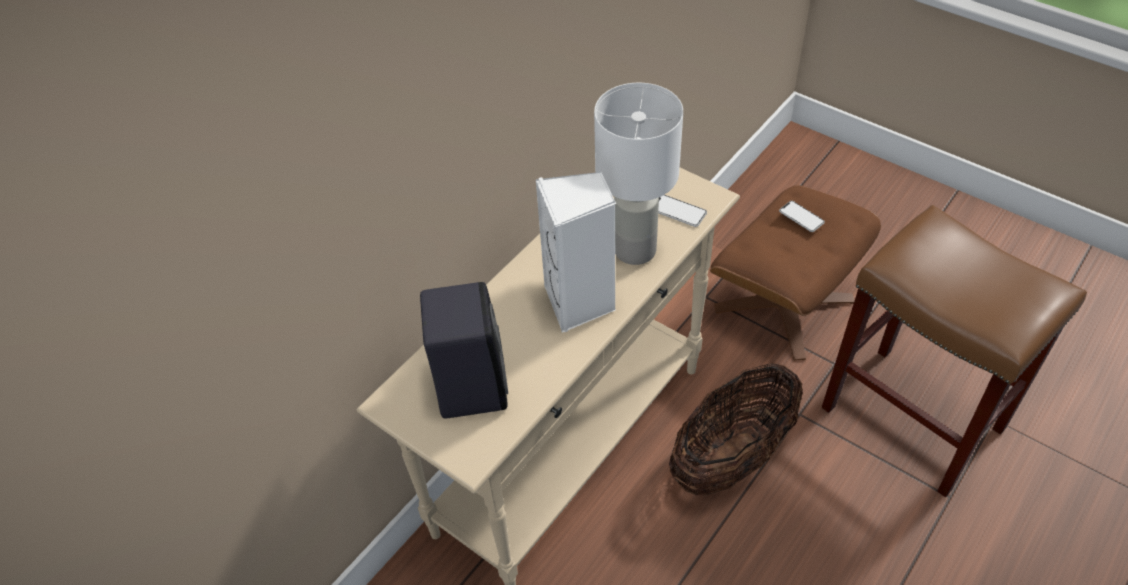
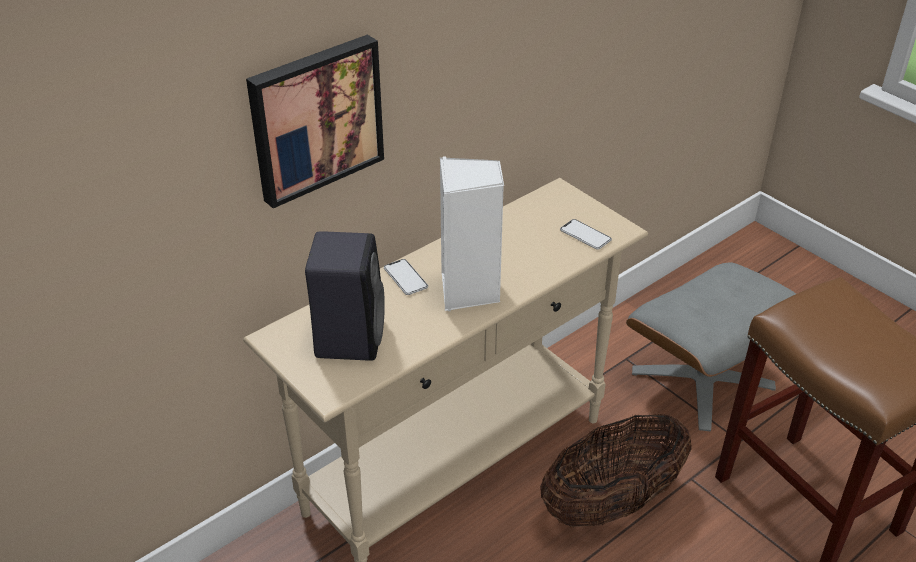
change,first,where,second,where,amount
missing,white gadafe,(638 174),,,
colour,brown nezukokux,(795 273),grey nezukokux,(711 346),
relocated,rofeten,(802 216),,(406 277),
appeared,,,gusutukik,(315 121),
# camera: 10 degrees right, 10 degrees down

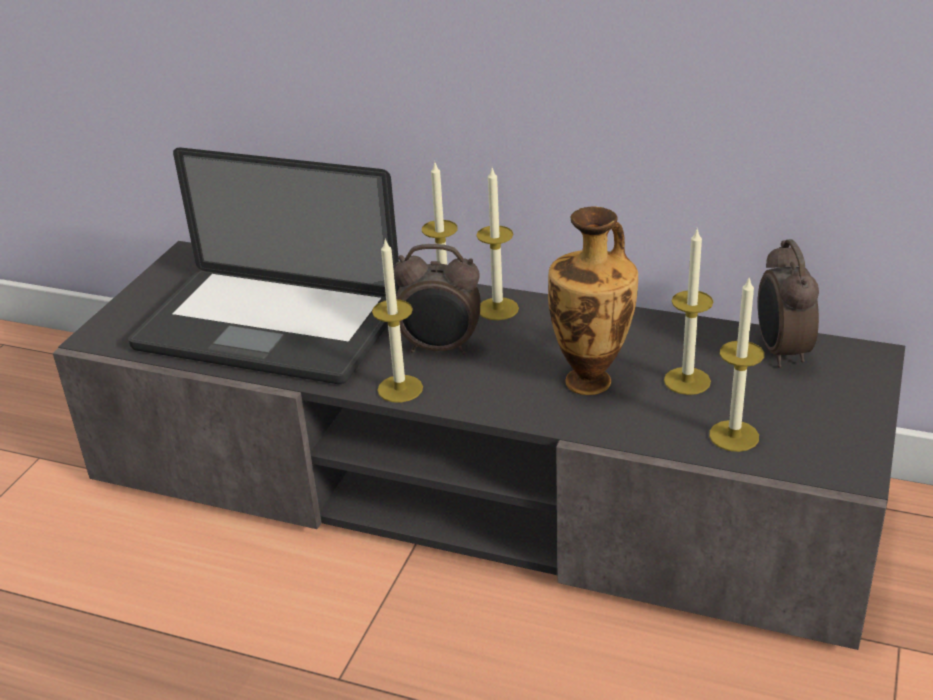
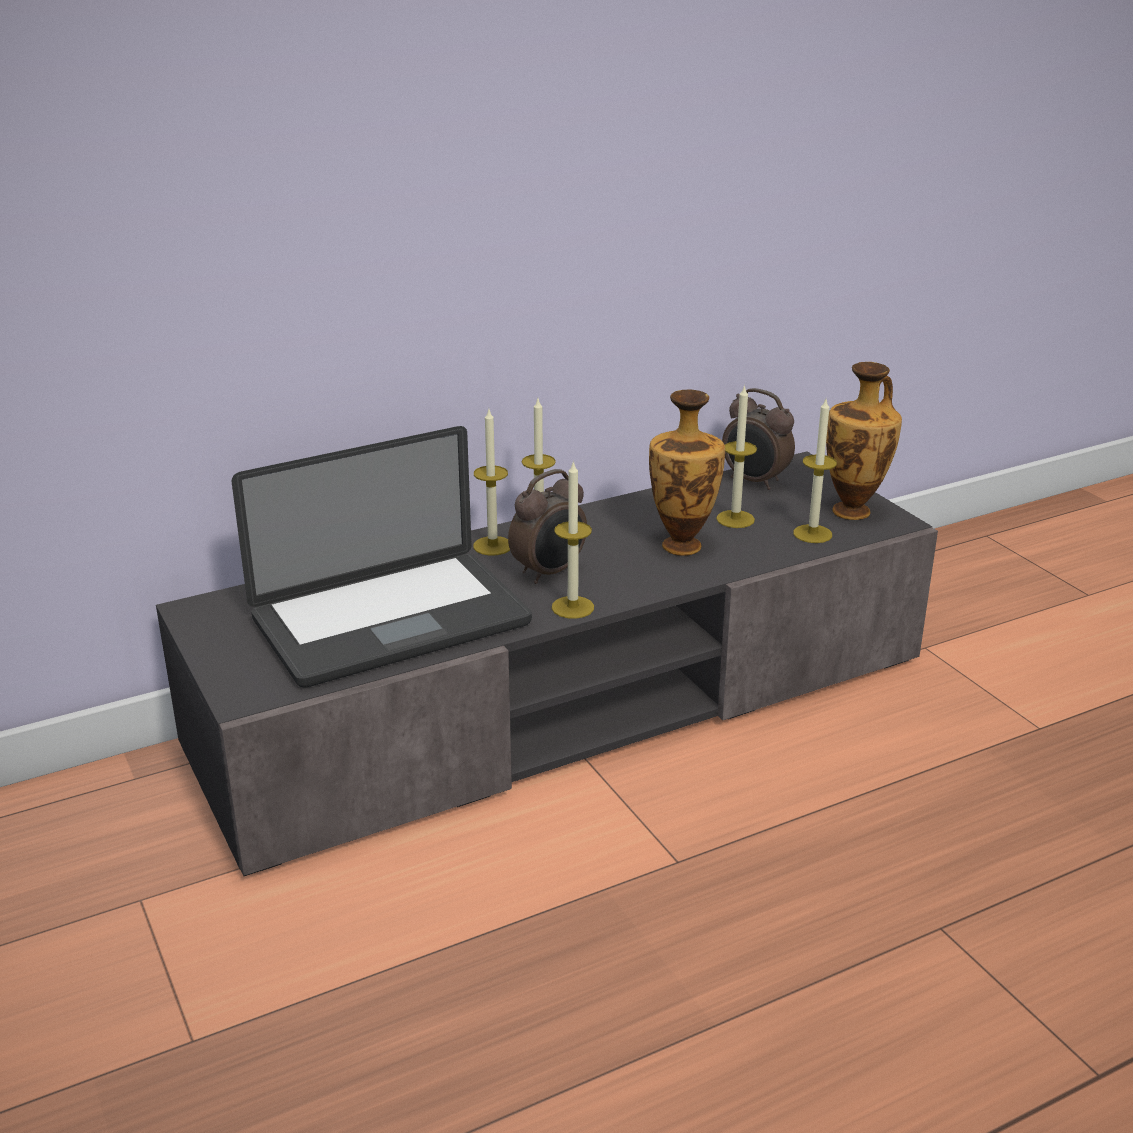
change,first,where,second,where,amount
appeared,,,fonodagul,(864 441),
# camera: 50 degrees left, 5 degrees down

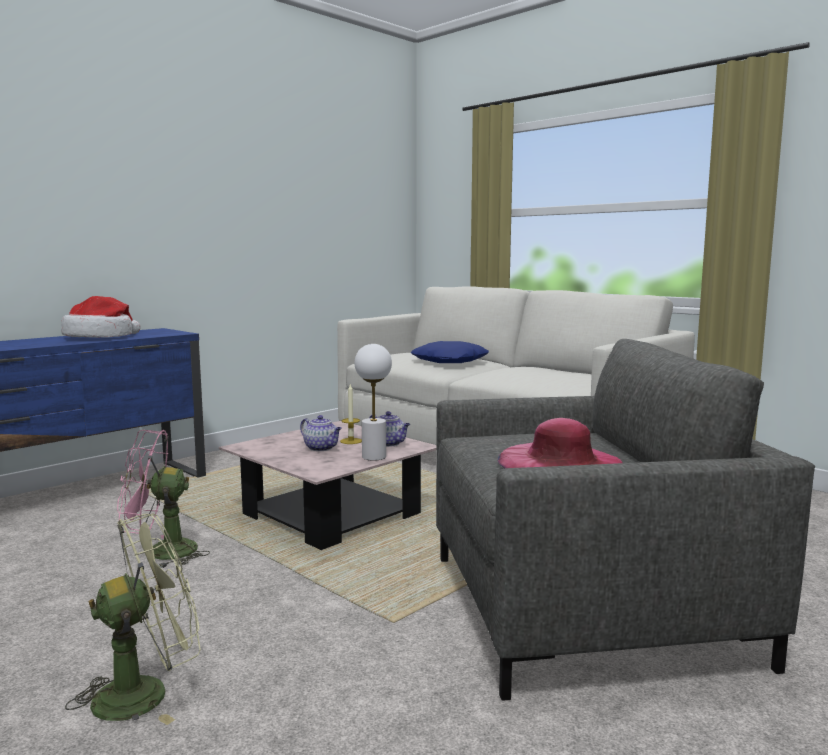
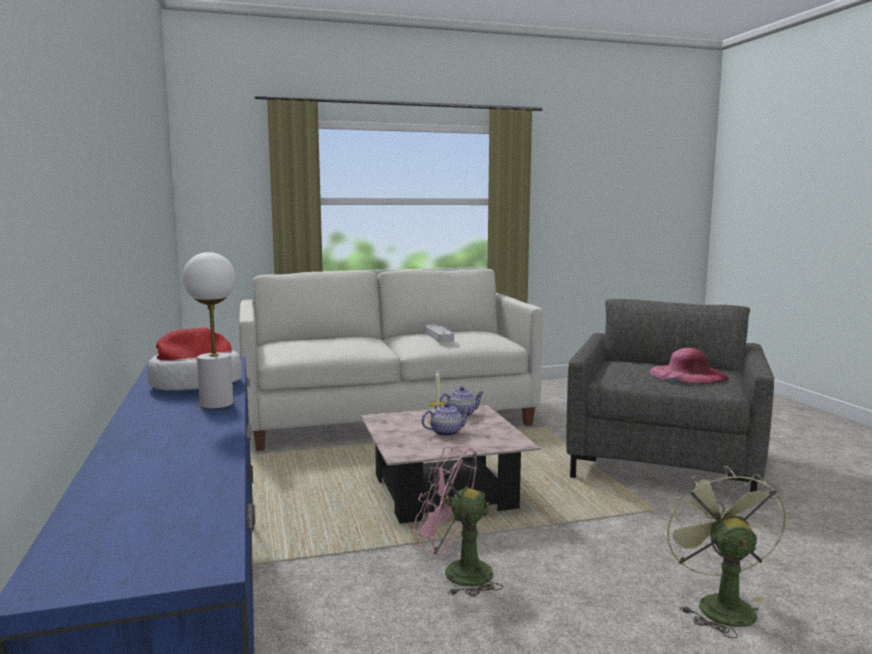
change,first,where,second,where,amount
spun,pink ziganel,(163 499),,(458 521),90 degrees clockwise
relocated,white gadafe,(373 402),,(209 330),
missing,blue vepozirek,(450 352),,,
appeared,,,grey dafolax,(439 333),
# camera: 60 degrees left, 0 degrees up

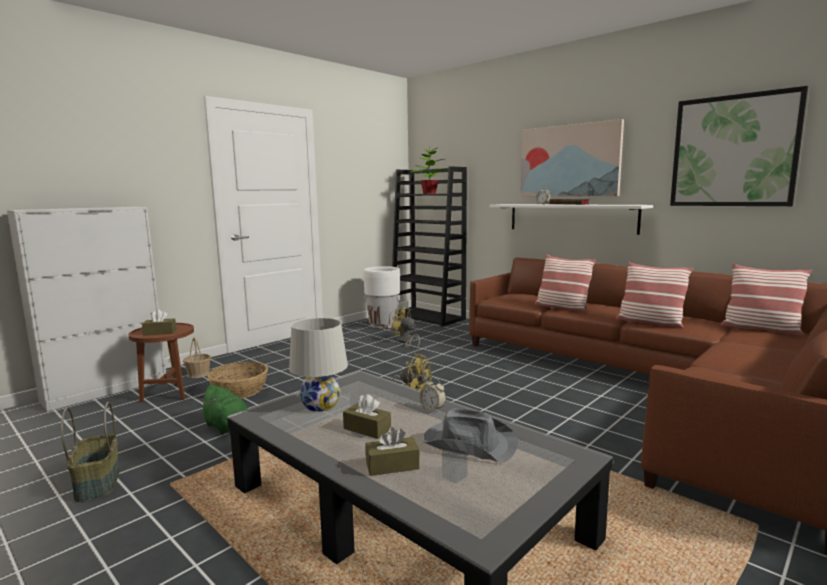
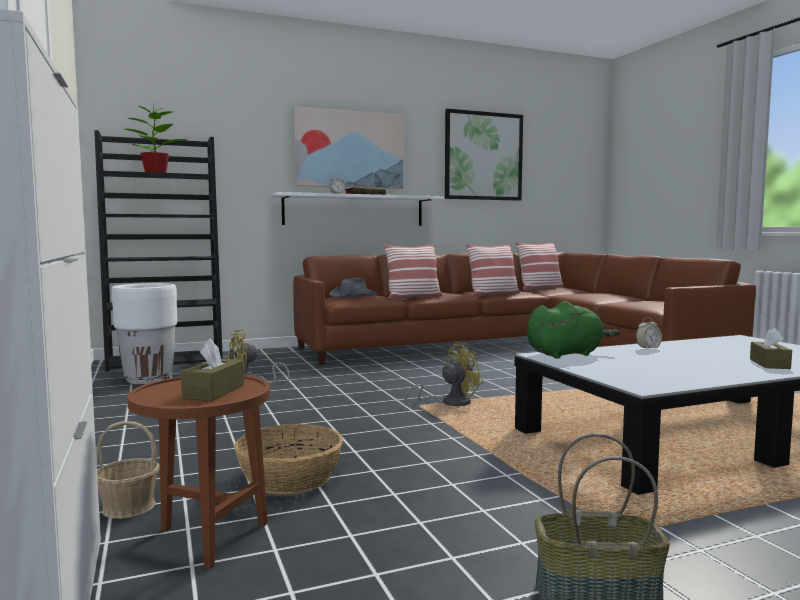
change,first,where,second,where,amount
relocated,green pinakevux,(223 409),,(573 330),
missing,white gadafe,(318 365),,,
missing,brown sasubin,(367 416),,,
relocated,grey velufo,(470 435),,(353 288),
# camera: 65 degrees left, 5 degrees down

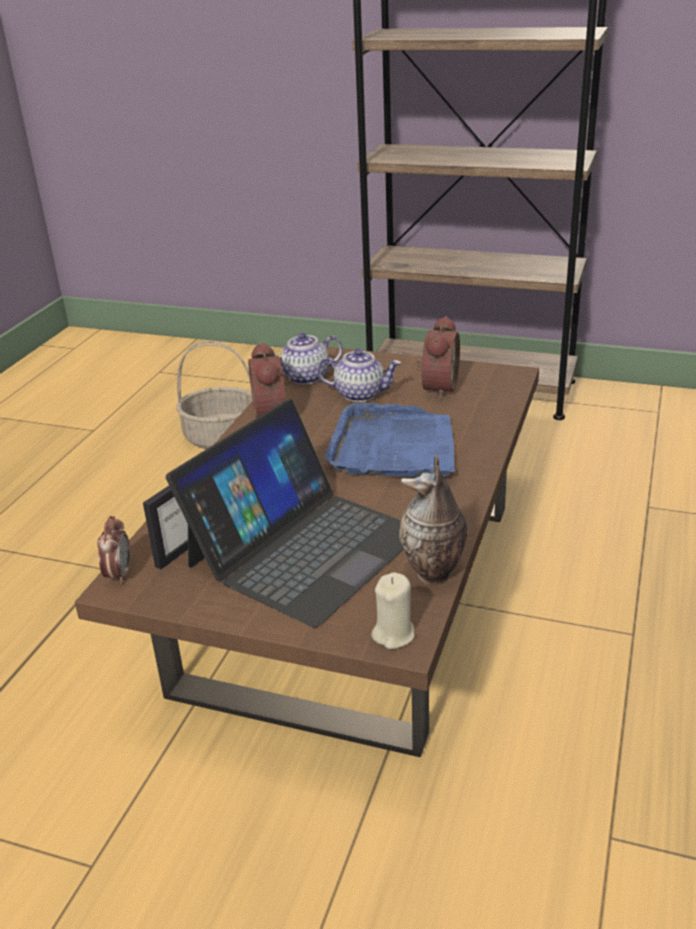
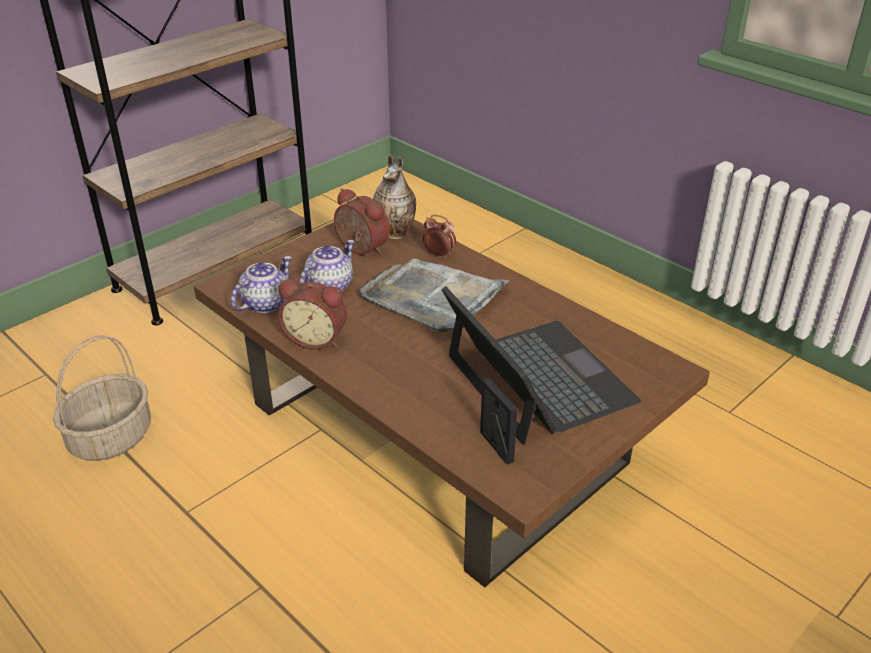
change,first,where,second,where,amount
relocated,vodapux,(113 550),,(439 236),
spun,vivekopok,(308 359),,(261 284),150 degrees counterclockwise
colour,blue dafolax,(389 440),grey dafolax,(434 295),
missing,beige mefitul,(393 610),,,
relocated,fonodagul,(433 520),,(394 196),
# camera: 65 degrees left, 5 degrees up

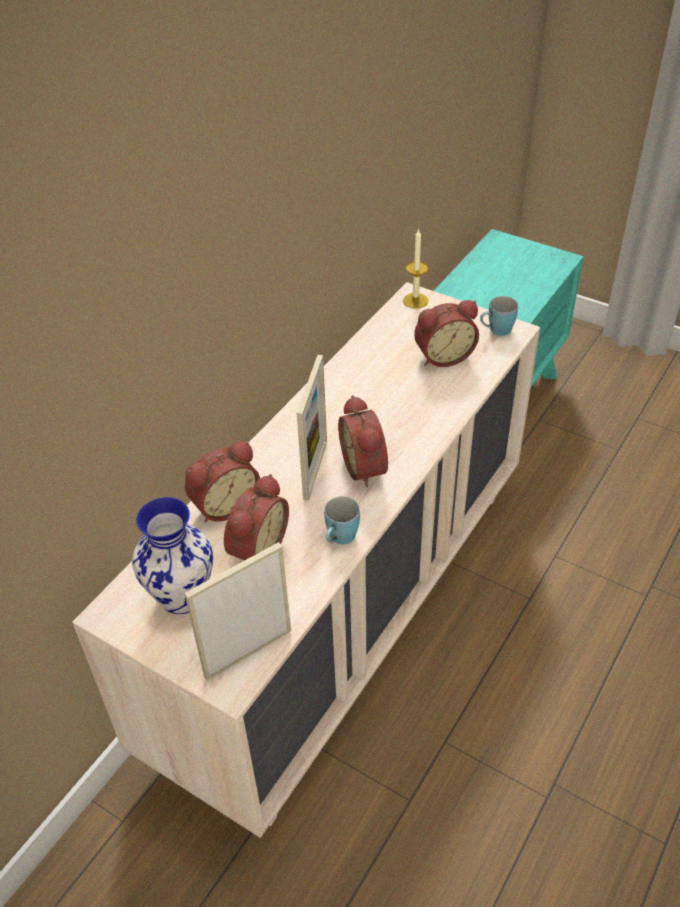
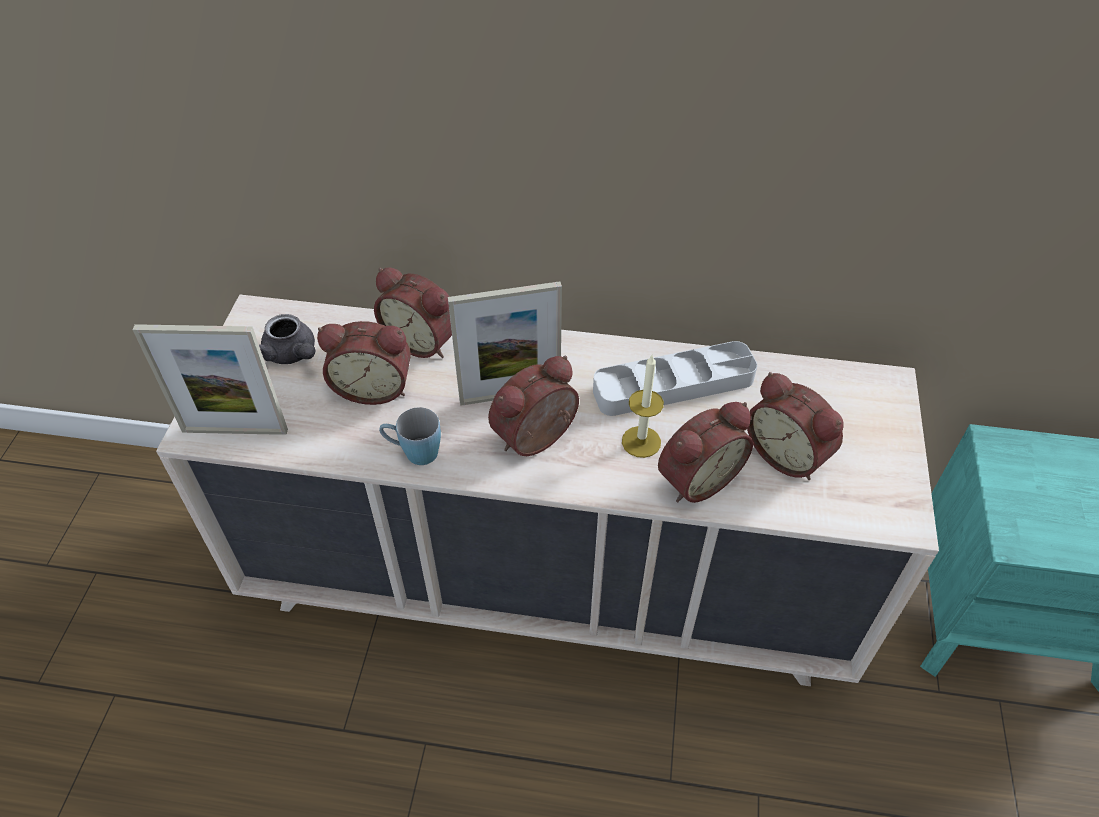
change,first,where,second,where,amount
exchanged,fonodagul,(172 555),grey vivekopok,(287 339),
spun,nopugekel,(238 611),,(210 379),150 degrees clockwise
relocated,mefitul,(415 268),,(643 406),
missing,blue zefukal,(499 316),,,
appeared,,,grey dafolax,(675 378),
appeared,,,vodapux,(705 452),
# camera: 65 degrees right, 5 degrees up

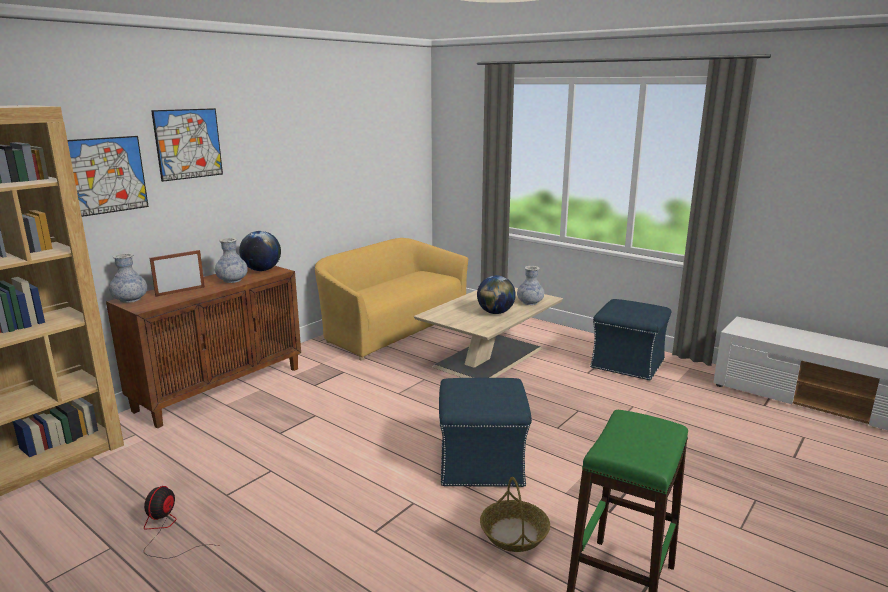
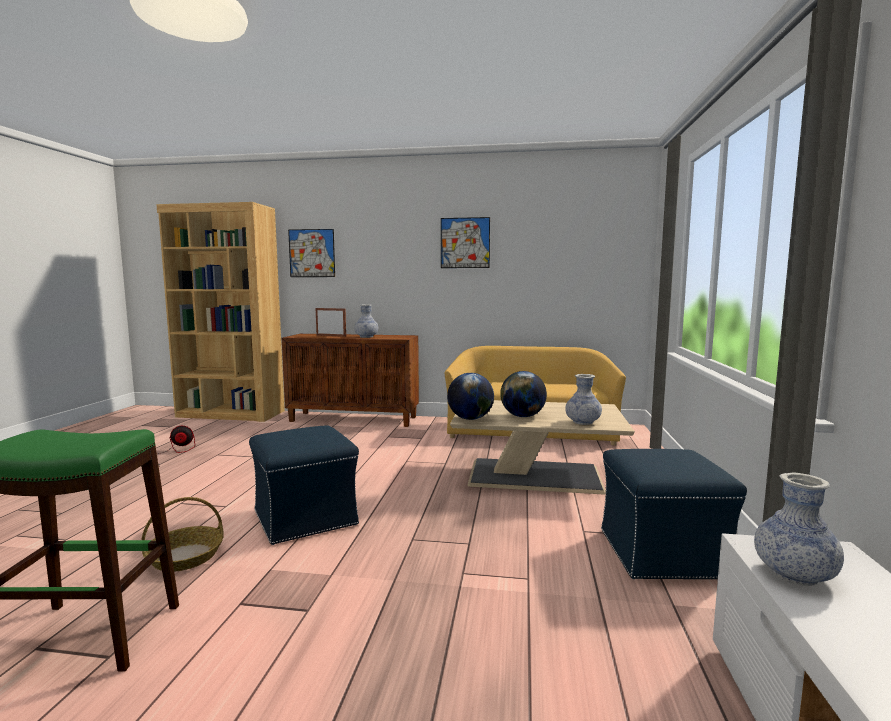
change,first,where,second,where,amount
relocated,fonodagul,(128 278),,(799 529),
relocated,gusutukik,(187 145),,(465 242),
relocated,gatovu,(260 251),,(470 396),
# camera: 60 degrees right, 10 degrees down

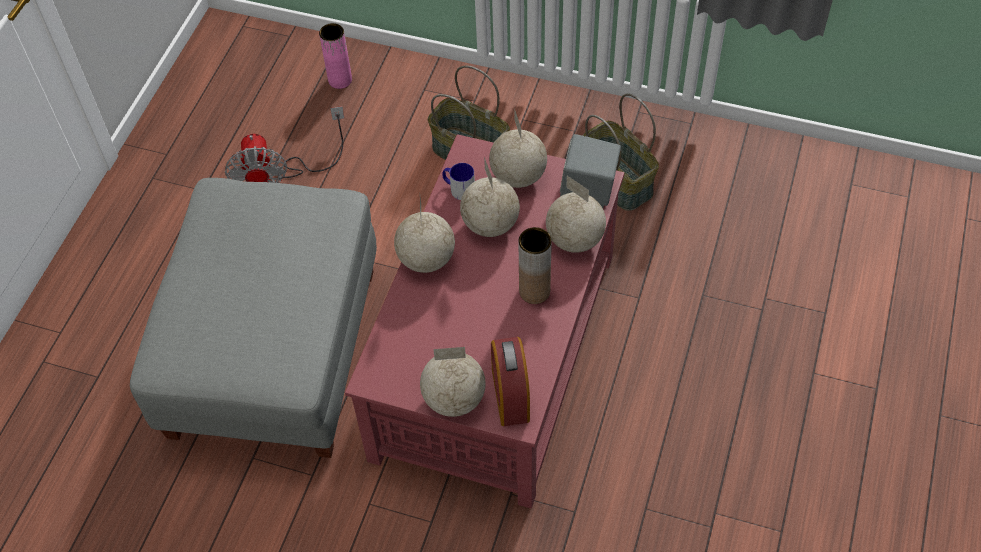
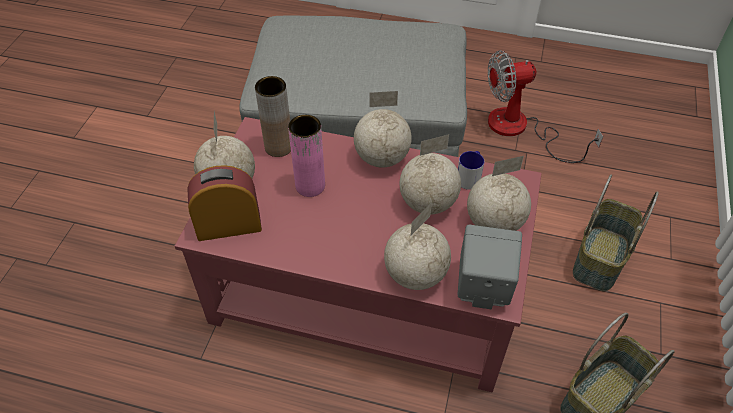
change,first,where,second,where,amount
relocated,pink fonodagul,(335 56),,(306 156),
relocated,brown fonodagul,(535 265),,(273 116),
# camera: 85 degrees right, 5 degrees down

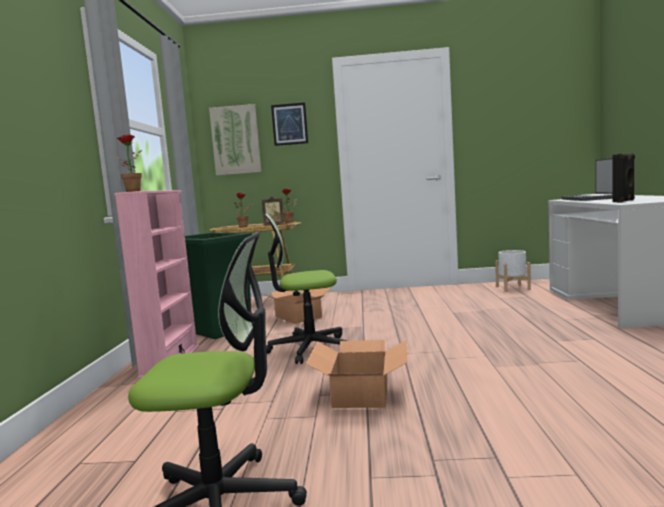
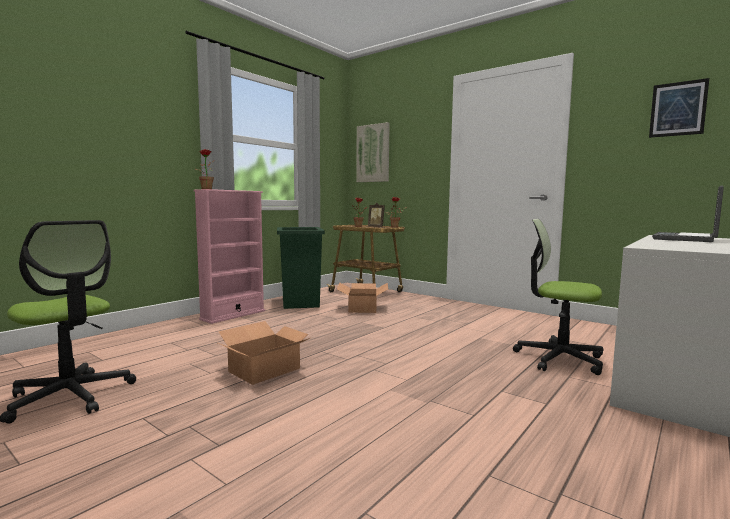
change,first,where,second,where,amount
relocated,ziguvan,(306 288),,(558 297),
relocated,gusutukik,(289 124),,(679 108),
missing,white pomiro,(513 271),,,
missing,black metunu,(623 178),,,
# camera: 35 degrees right, 0 degrees up

